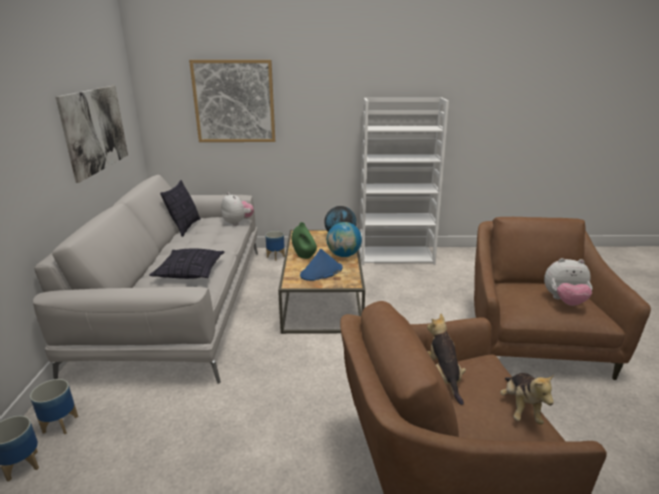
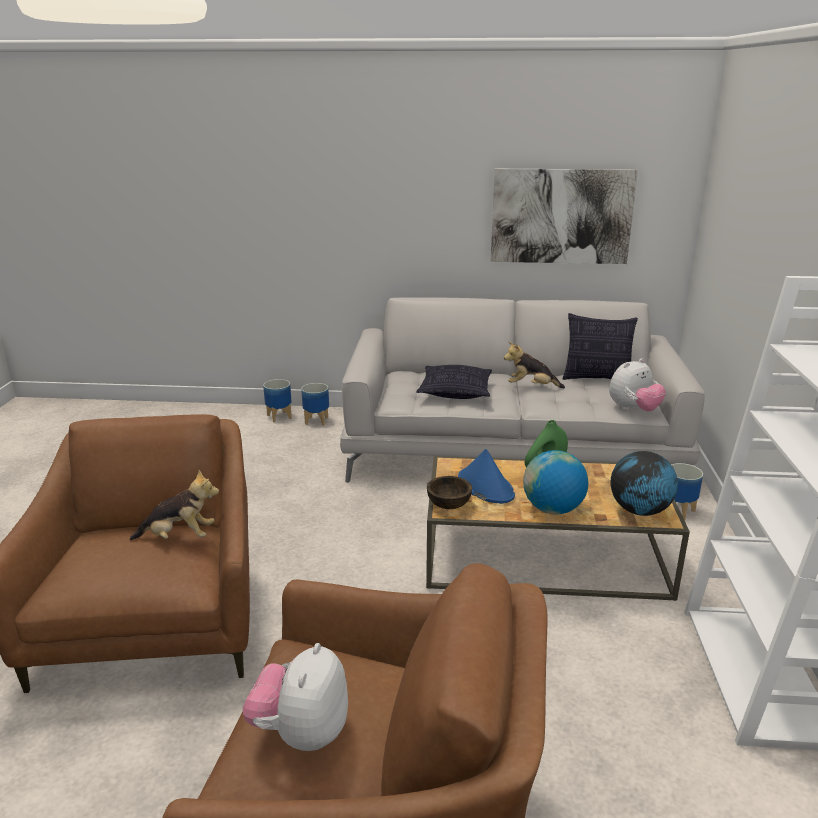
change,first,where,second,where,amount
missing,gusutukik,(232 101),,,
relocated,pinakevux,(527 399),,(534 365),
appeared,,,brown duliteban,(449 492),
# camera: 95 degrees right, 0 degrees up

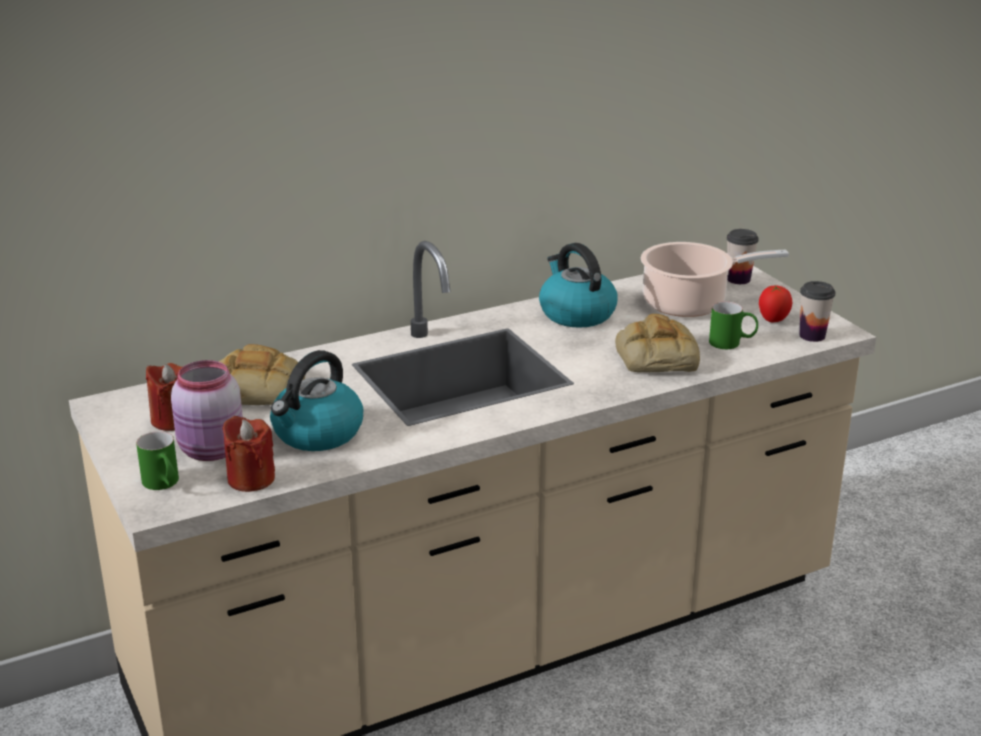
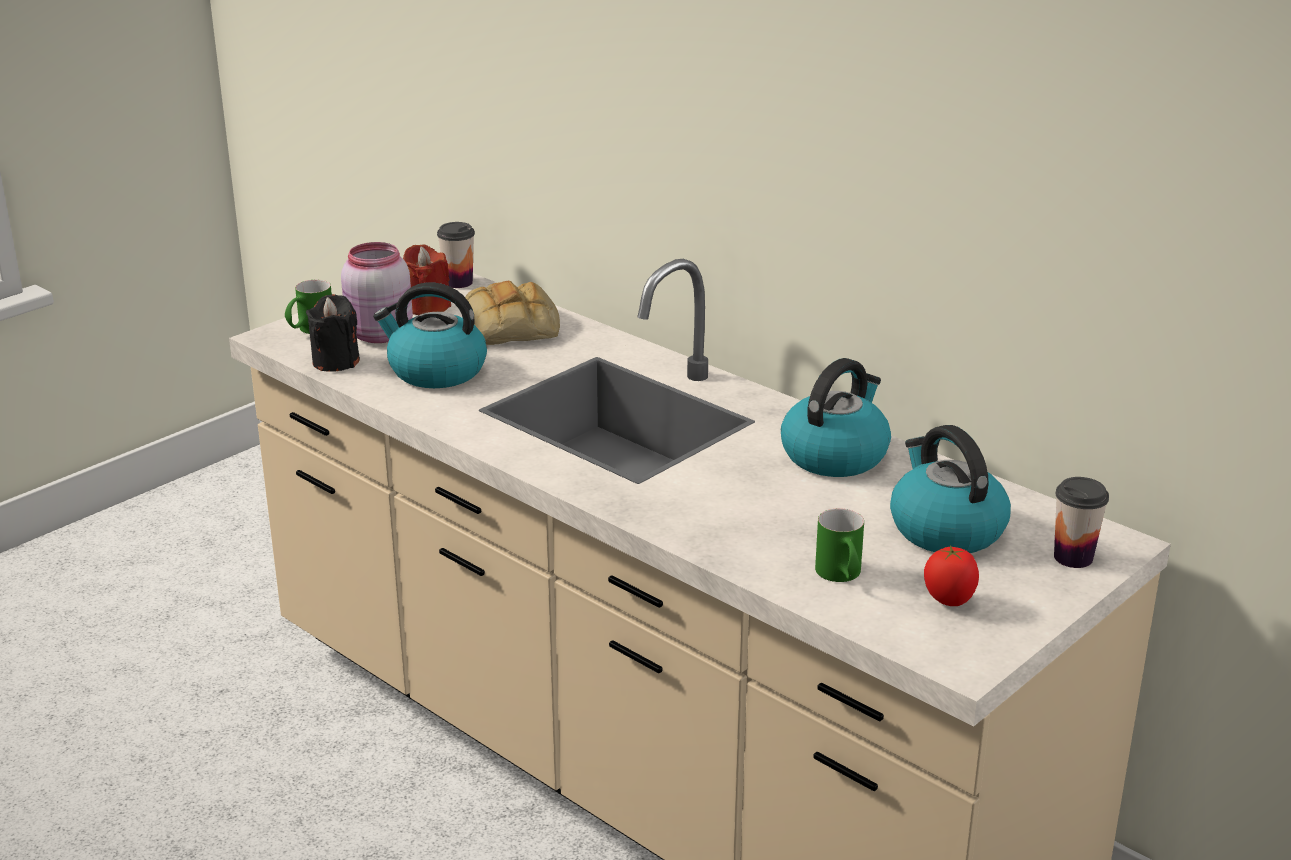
change,first,where,second,where,amount
colour,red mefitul,(248 454),black mefitul,(333 333),
missing,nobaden,(657 343),,,
exchanged,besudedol,(715 279),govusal,(950 489),
relocated,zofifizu,(817 311),,(456 255),
# camera: 70 degrees right, 0 degrees up

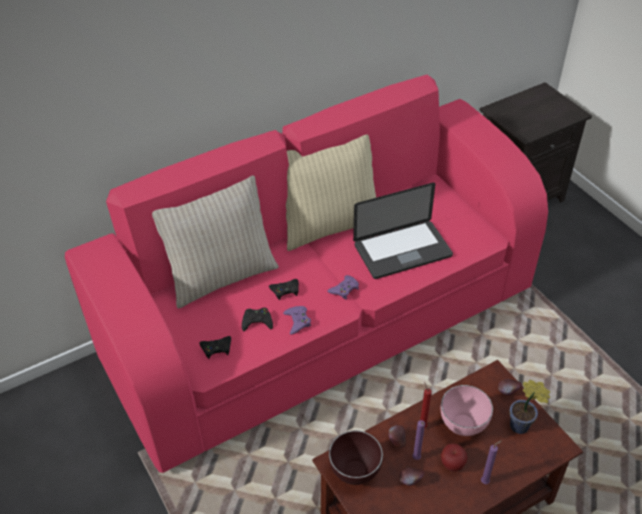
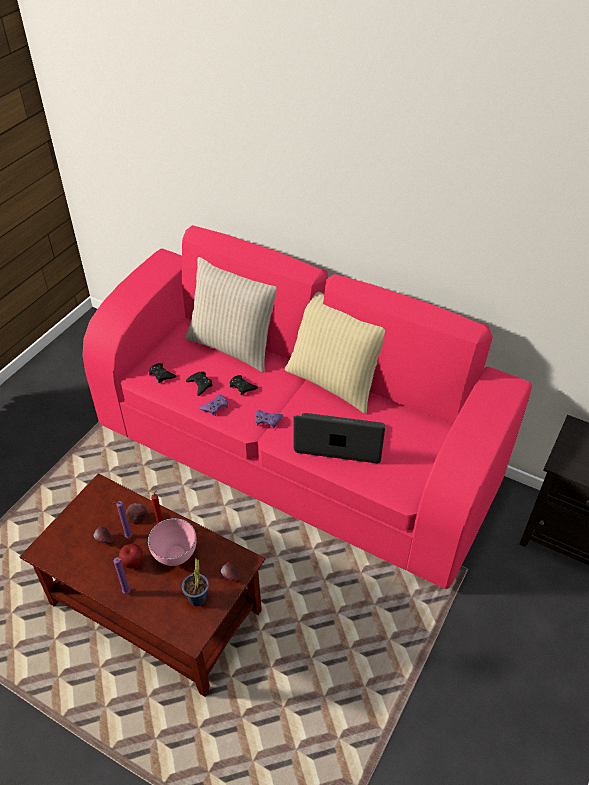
change,first,where,second,where,amount
missing,brown duliteban,(356 457),,,
spun,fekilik,(403 231),,(339 438),150 degrees clockwise
# camera: 60 degrees right, 0 degrees up

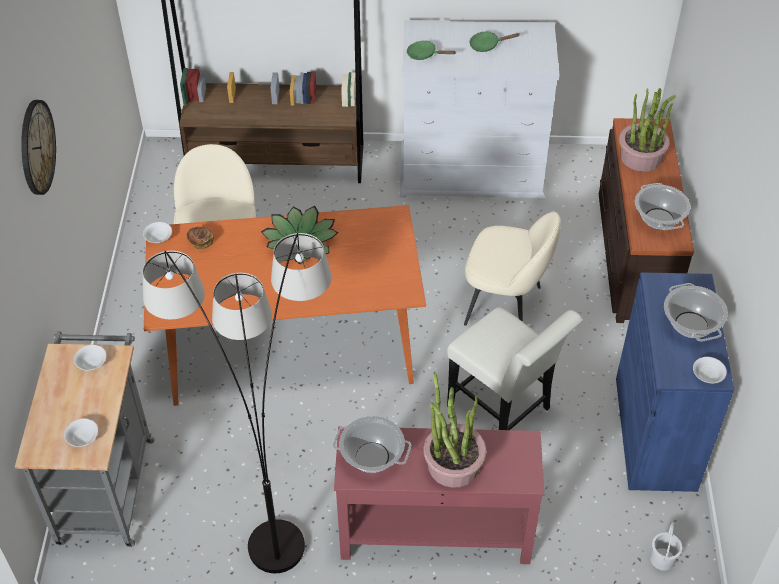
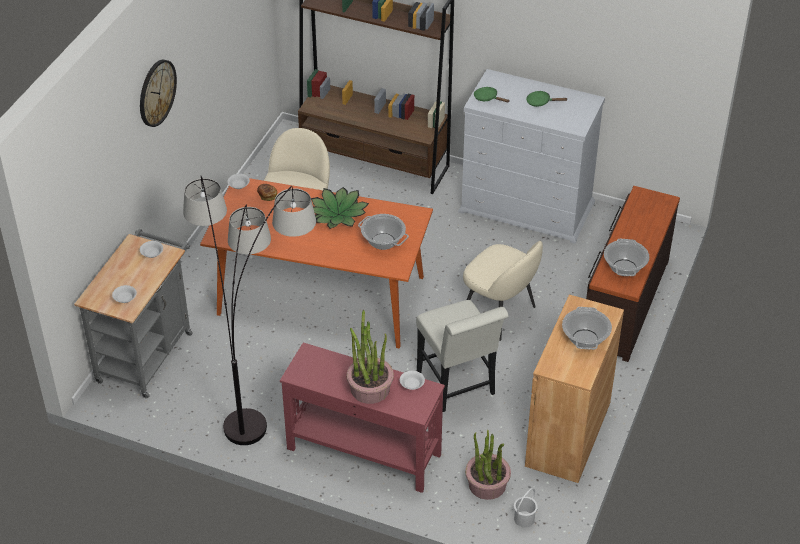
change,first,where,second,where,amount
relocated,besudedol,(372 444),,(383 232),
colour,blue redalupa,(675 382),brown redalupa,(574 388),
relocated,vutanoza,(647 130),,(488 465),
relocated,white duliteban,(710 370),,(412 380),
# camera: 20 degrees right, 5 degrees down

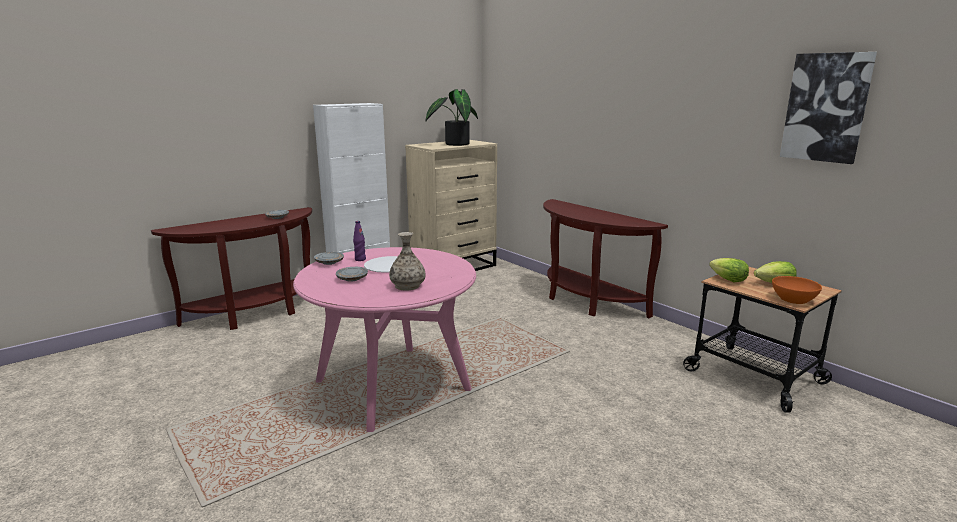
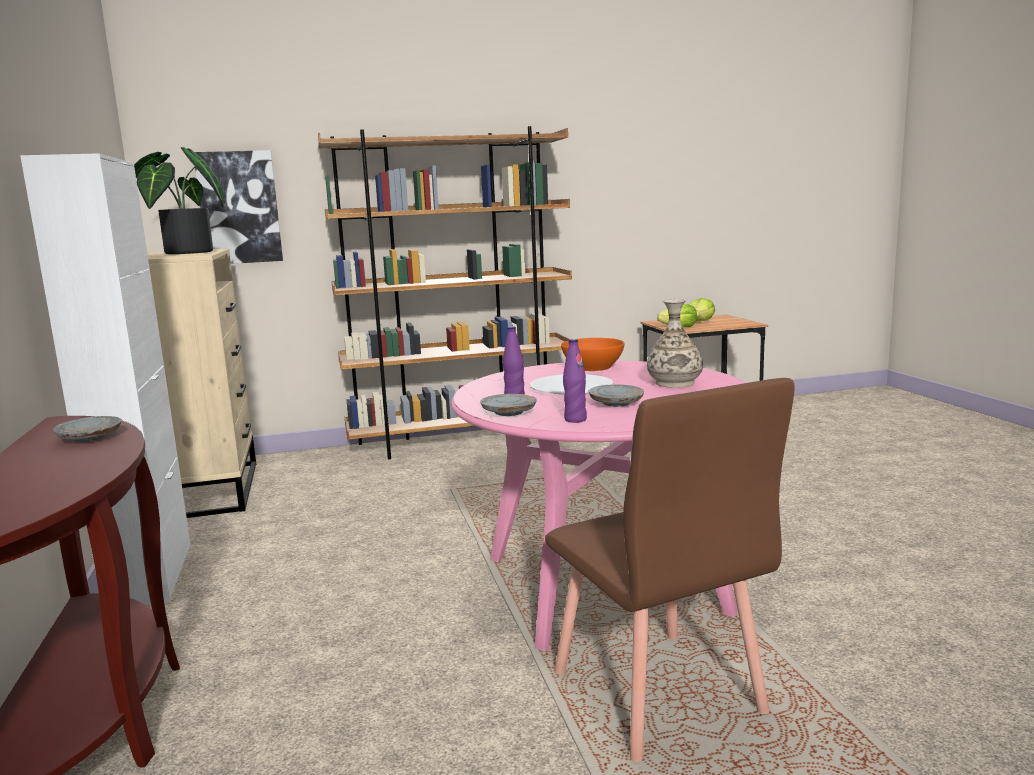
change,first,where,second,where,amount
exchanged,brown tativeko,(605 258),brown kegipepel,(445 293),
relocated,orange duliteban,(797 290),,(592 354),
relocated,gusutukik,(828 108),,(239 207),
appeared,,,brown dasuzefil,(670 570),
appeared,,,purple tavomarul,(575 381),
# camera: 65 degrees left, 5 degrees down

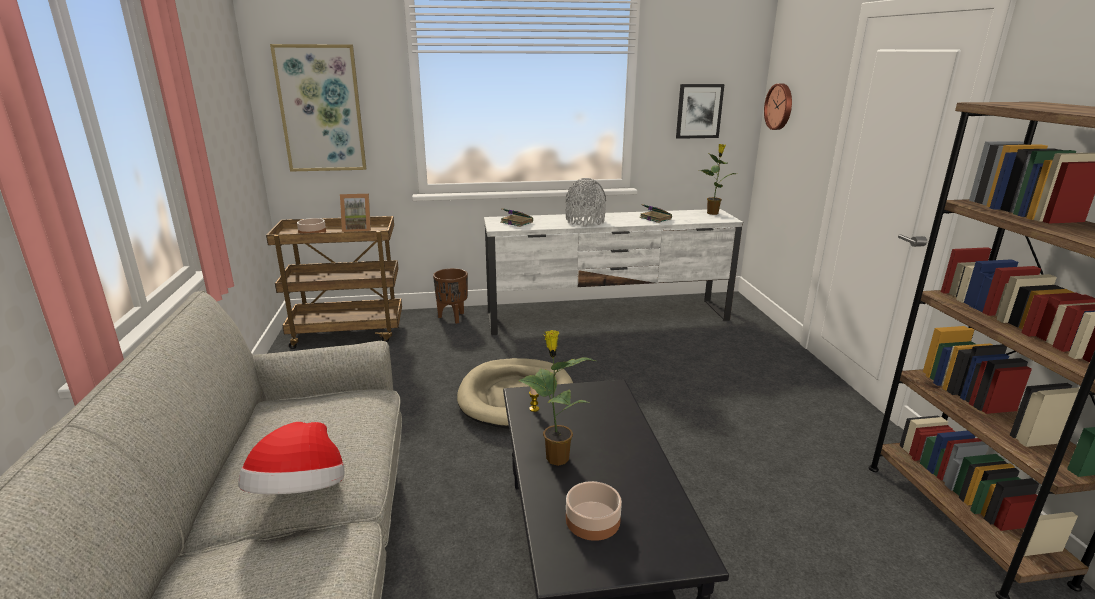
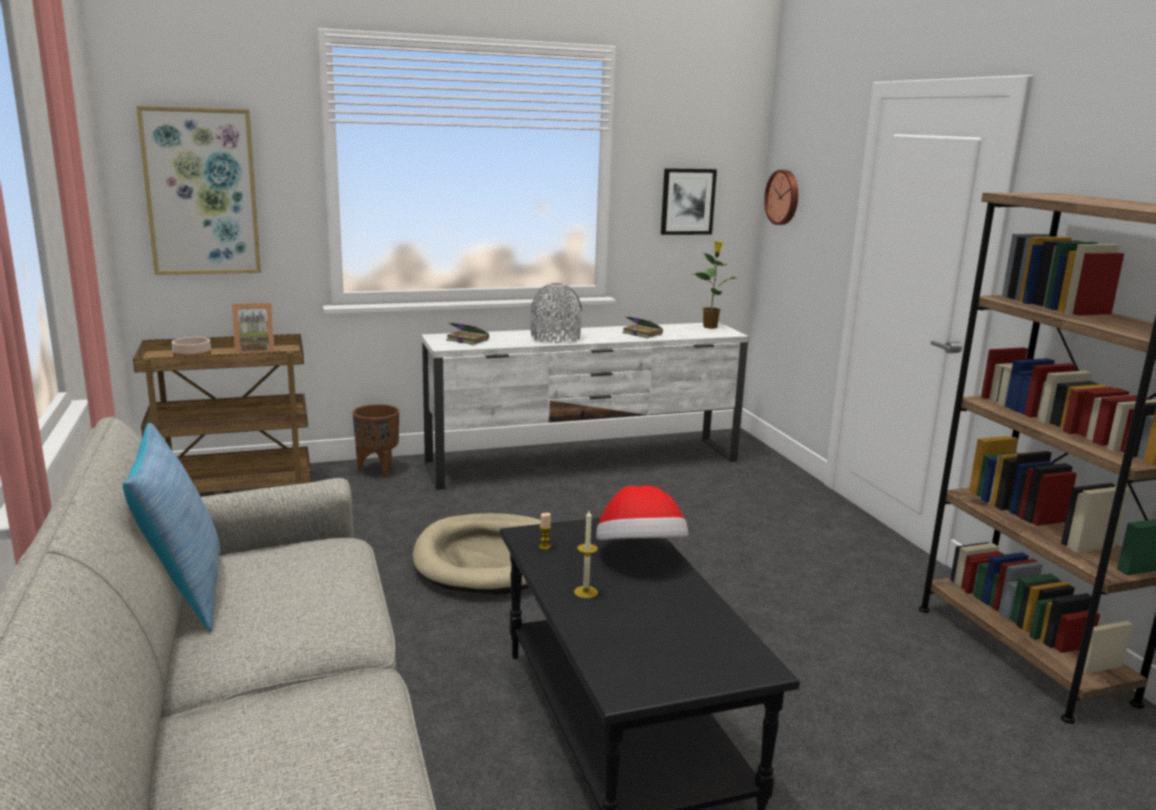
change,first,where,second,where,amount
relocated,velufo,(291 458),,(642 512),
exchanged,vutanoza,(556 398),mefitul,(586 554),
missing,duliteban,(594 511),,,
appeared,,,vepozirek,(172 527),
# camera: 10 degrees left, 5 degrees down

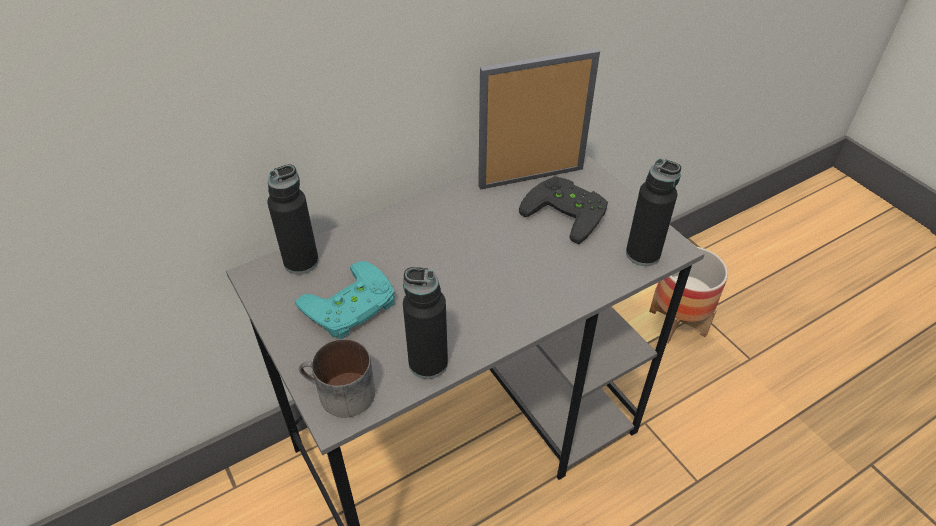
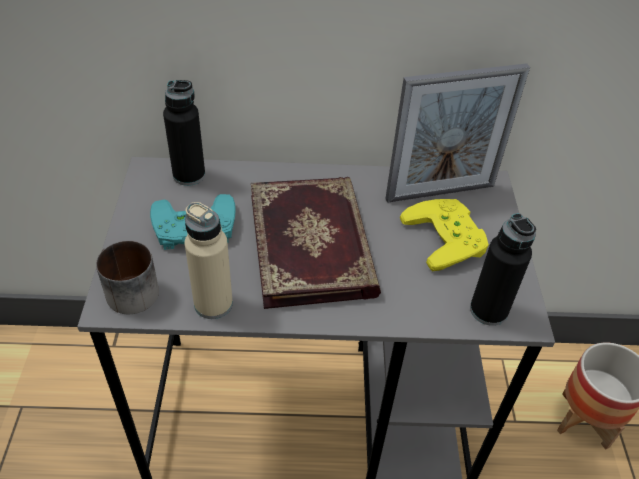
change,first,where,second,where,amount
colour,black tavomarul,(425 323),beige tavomarul,(209 260),
spun,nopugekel,(539 119),,(457 133),150 degrees clockwise
colour,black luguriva,(563 210),yellow luguriva,(444 235),
appeared,,,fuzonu,(316 243),
# camera: 30 degrees right, 0 degrees up

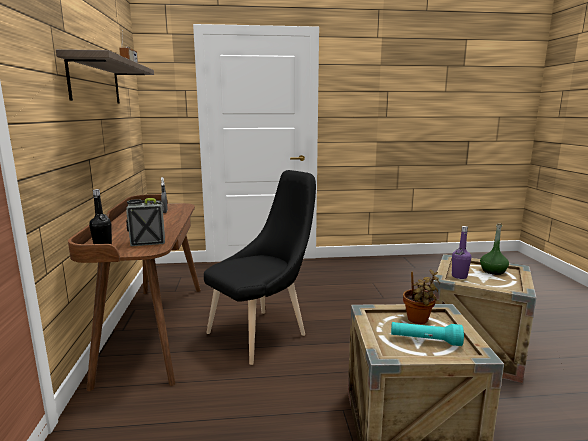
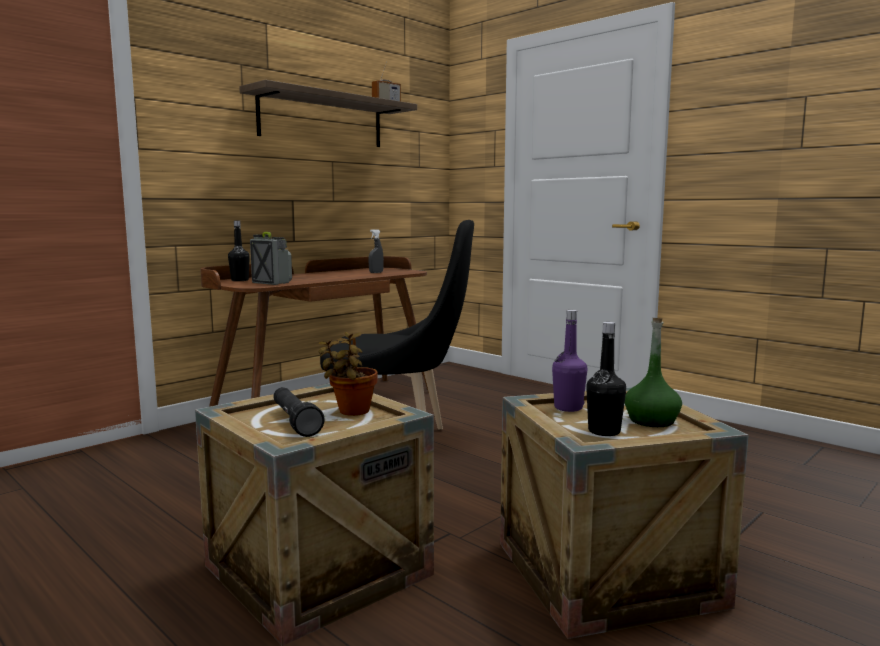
change,first,where,second,where,amount
colour,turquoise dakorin,(427 334),black dakorin,(298 412),
appeared,,,black tavomarul,(606 379),
# camera: 50 degrees right, 5 degrees down

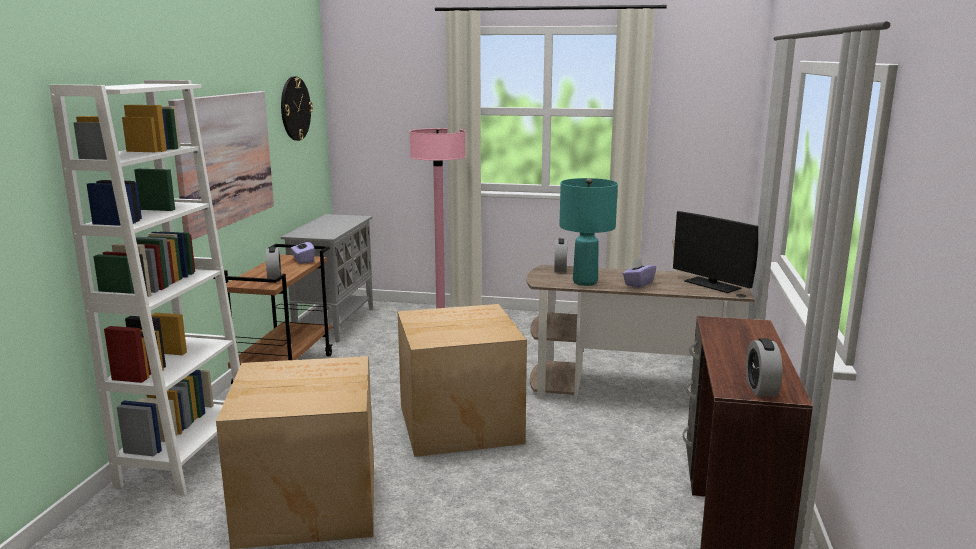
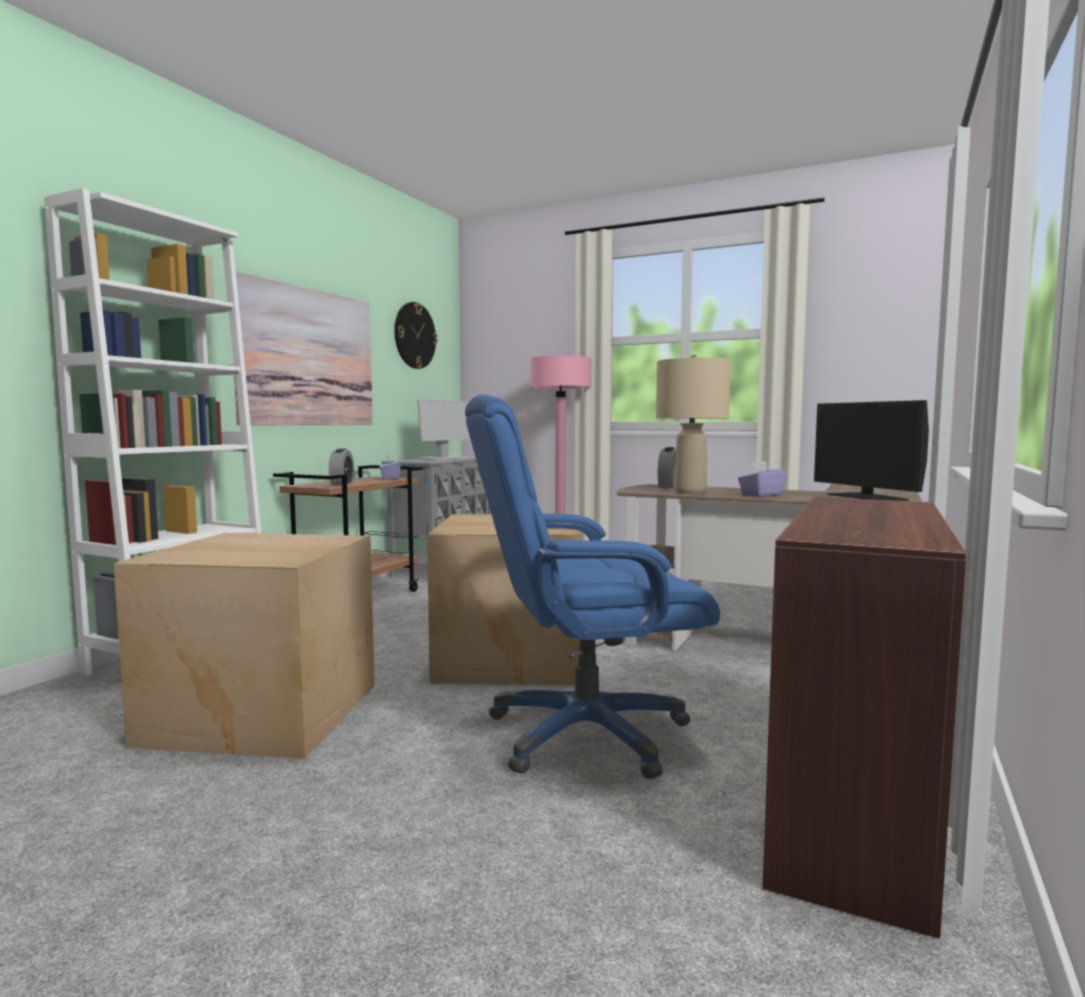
change,first,where,second,where,amount
colour,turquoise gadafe,(588 232),beige gadafe,(693 424),
missing,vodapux,(764 367),,,
appeared,,,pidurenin,(444 430),
appeared,,,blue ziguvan,(592 586),
# camera: 15 degrees right, 10 degrees down

